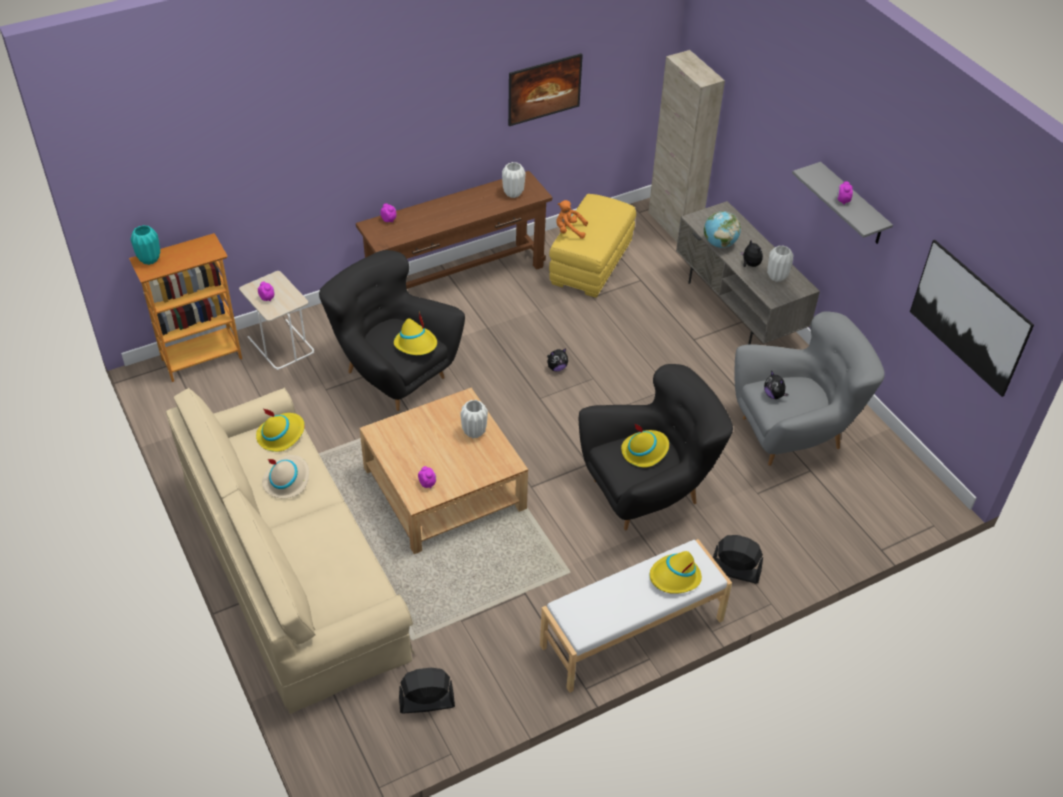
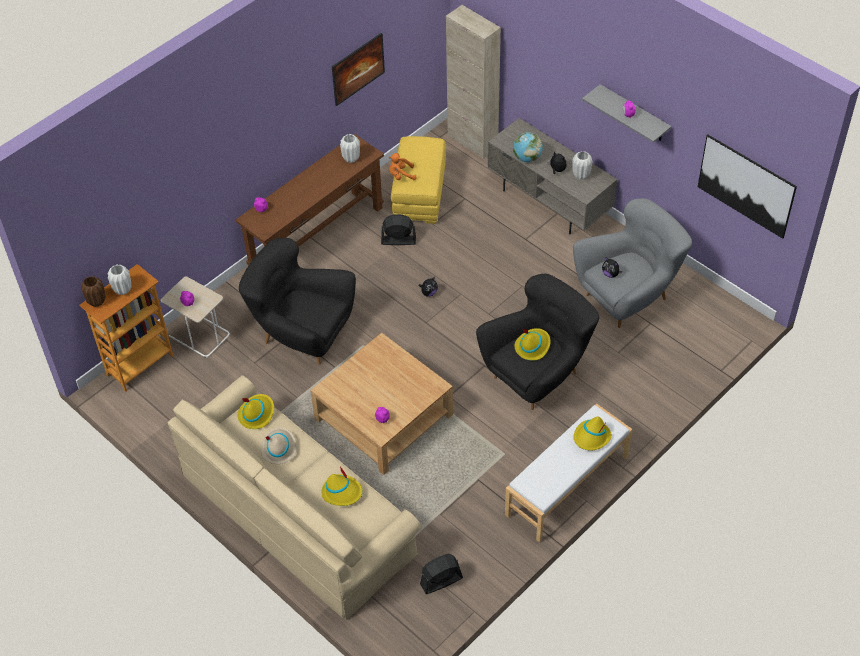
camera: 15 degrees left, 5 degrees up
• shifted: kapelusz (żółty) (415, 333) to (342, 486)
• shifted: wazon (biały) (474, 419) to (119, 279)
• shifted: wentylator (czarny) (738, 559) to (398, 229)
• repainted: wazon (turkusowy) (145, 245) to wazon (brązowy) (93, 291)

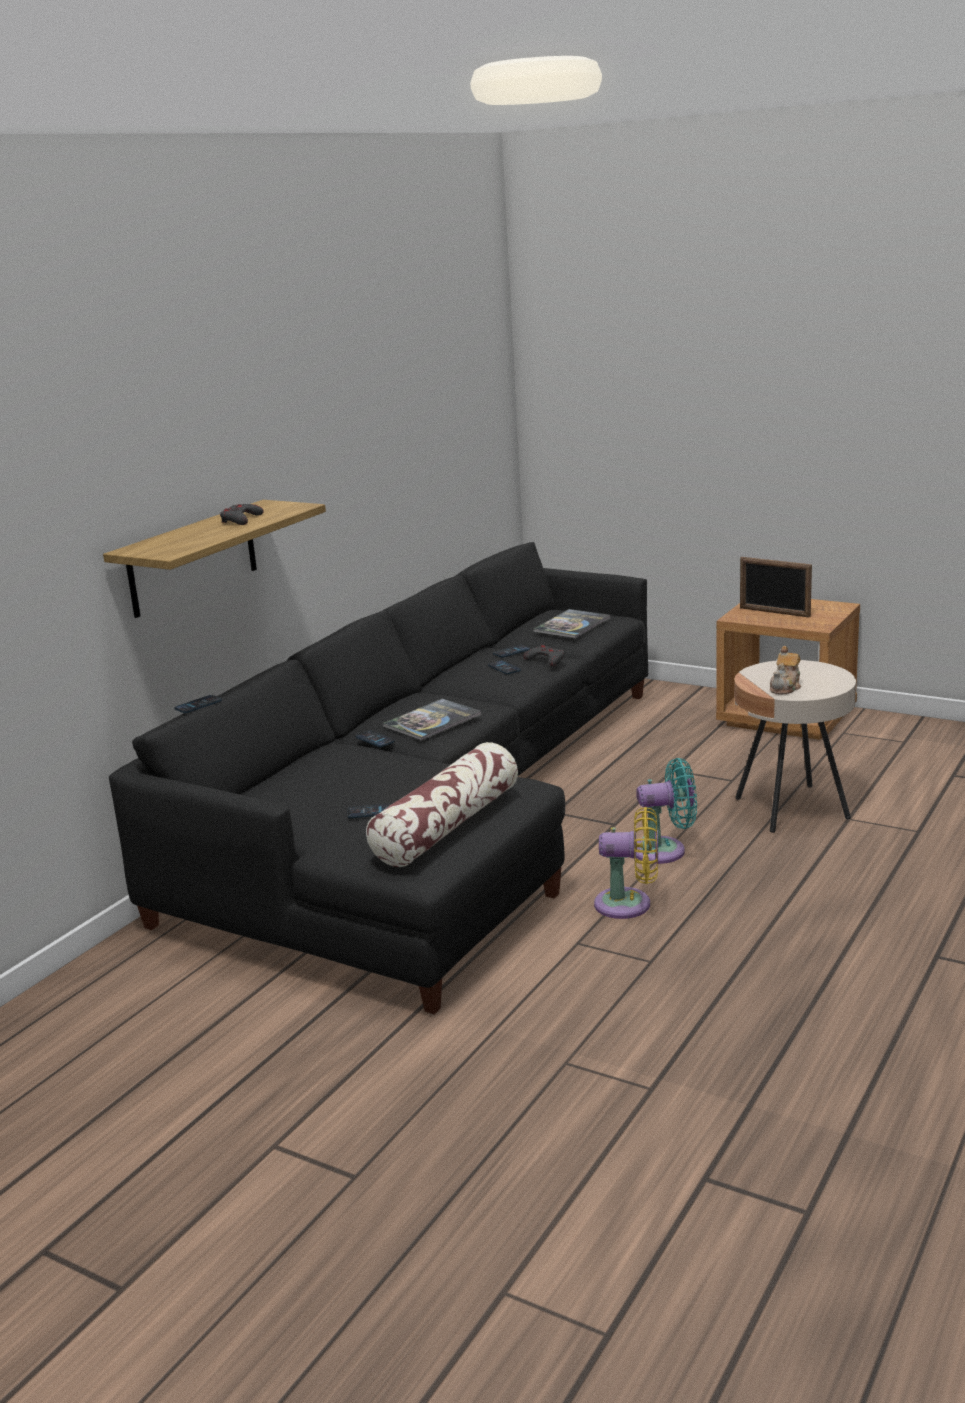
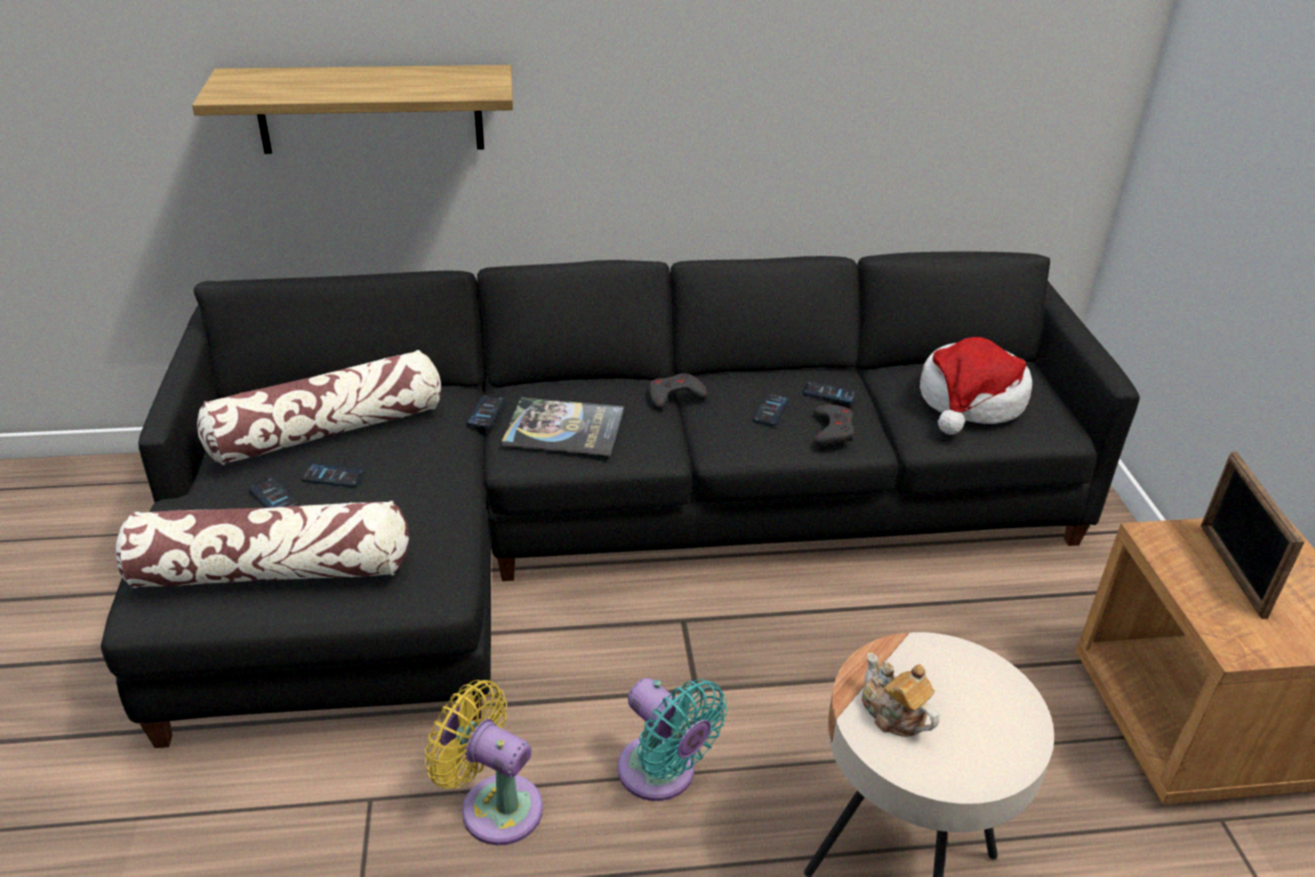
camera: 50 degrees right, 15 degrees up
• new: poduszka (319, 407)
• shifted: telefon (198, 704) to (333, 475)
• shifted: pad do gier (szary) (241, 514) to (678, 391)
• swapped: książka (571, 624) to kapelusz (976, 386)
• rotated: wentylator (żółty) (626, 863) = (484, 762) 150 degrees clockwise
• rotated: imbryk (785, 670) = (900, 695) 60 degrees clockwise

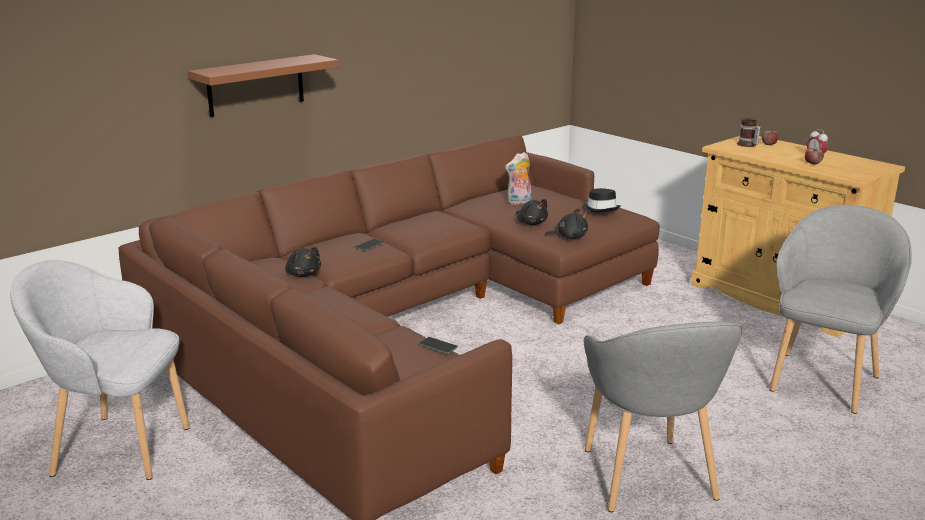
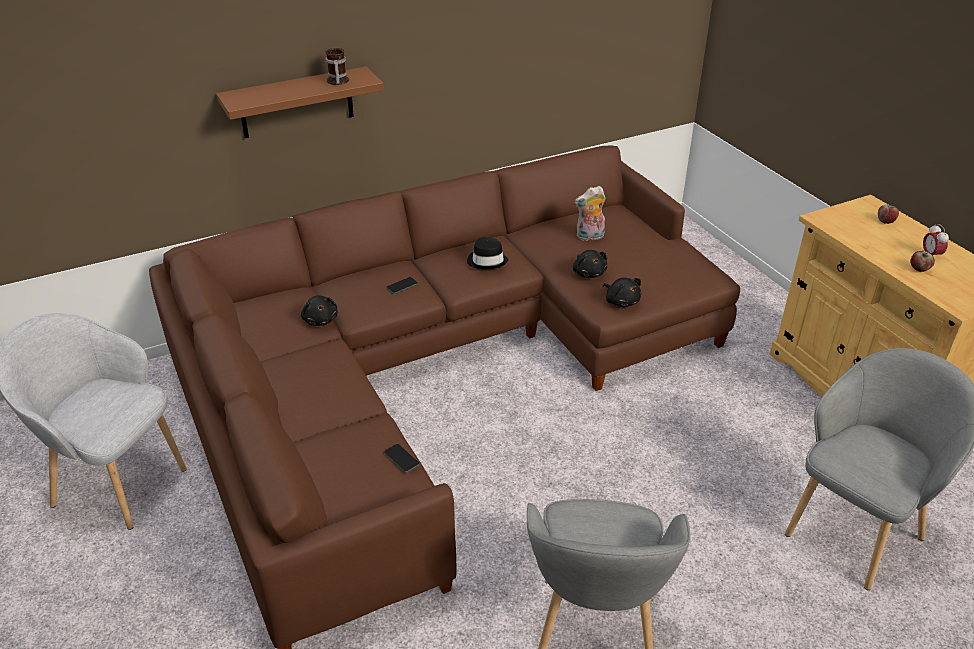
camera: 15 degrees right, 15 degrees up
• shifted: kapelusz (czarny) (601, 200) to (487, 253)
• shifted: kubek (748, 132) to (337, 66)
• rotated: pluszak (czarny) (566, 224) = (622, 292) 45 degrees clockwise

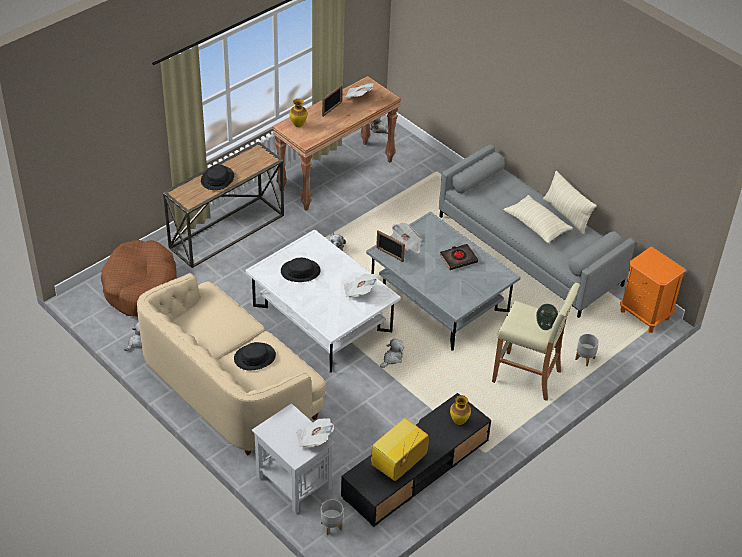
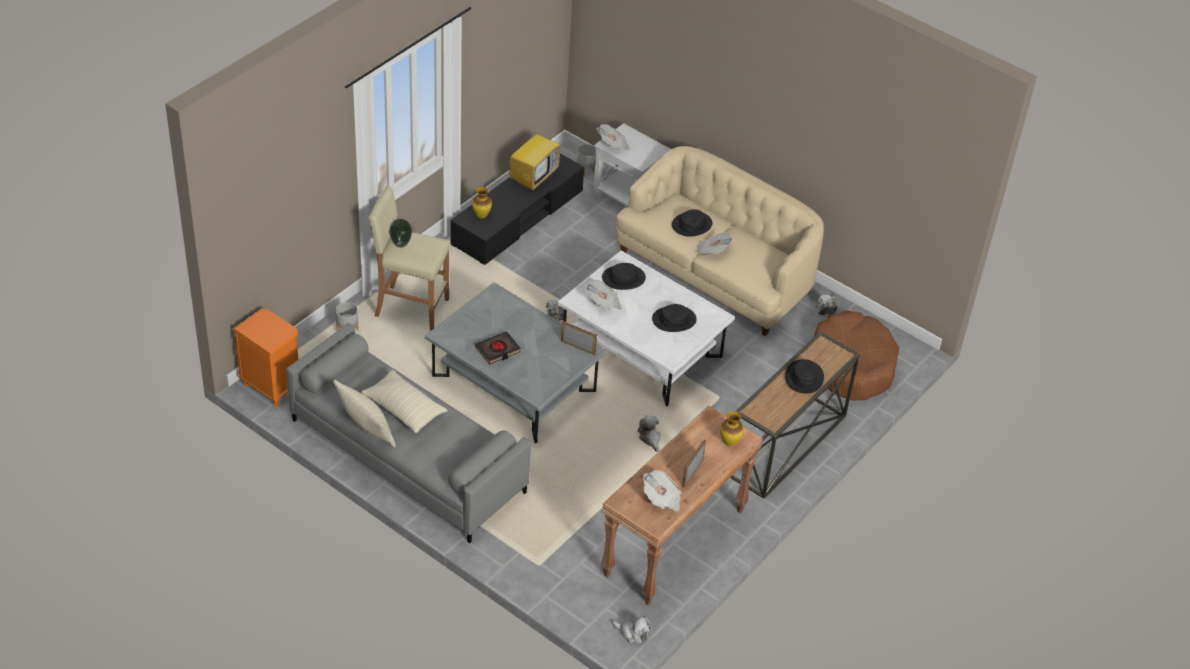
camera: 170 degrees right, 0 degrees up
• new: kapelusz (czarny) (624, 276)
• shifted: gazeta (407, 238) to (714, 244)

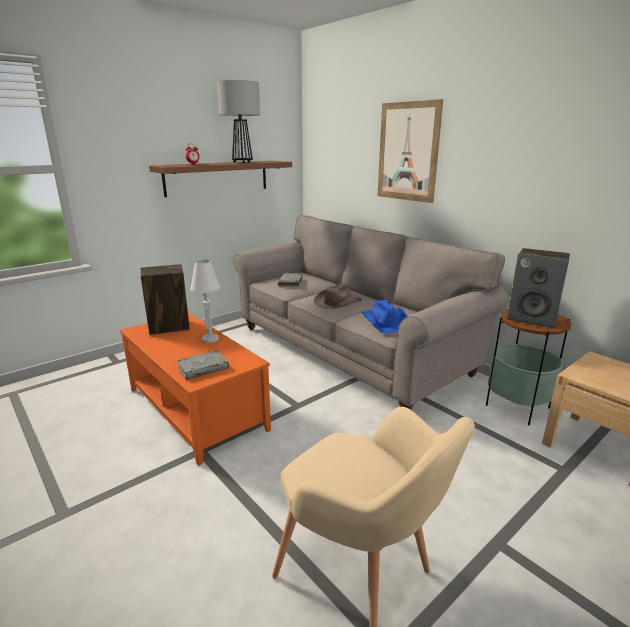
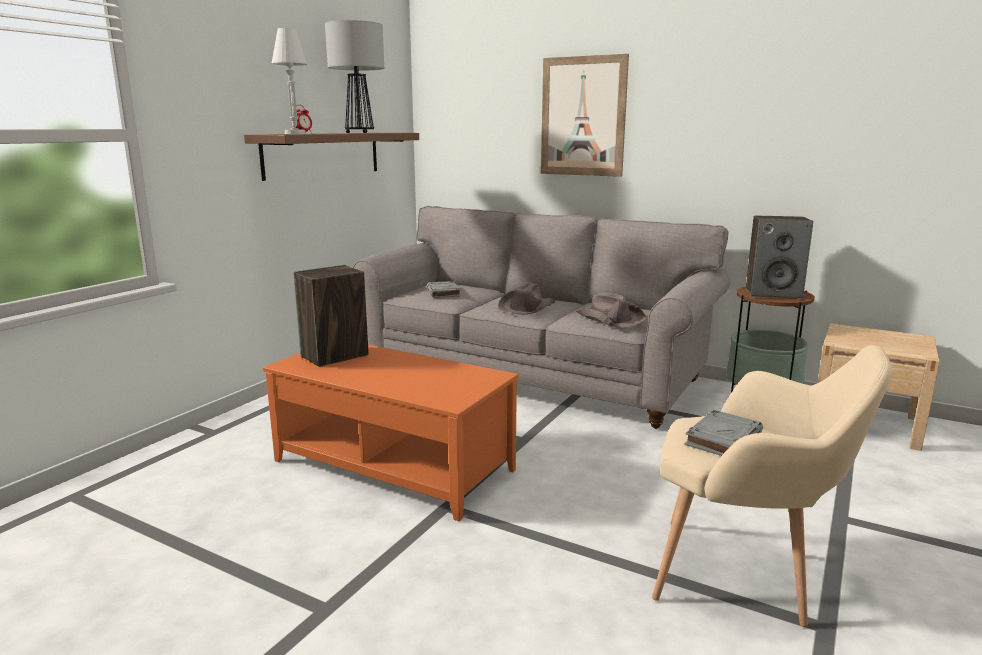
camera: 20 degrees left, 5 degrees down
• shifted: książka (szary) (203, 365) to (723, 433)
• shifted: lampa stołowa (biały) (205, 301) to (289, 81)
• repainted: kapelusz (niebieski) (385, 316) to kapelusz (brązowy) (611, 310)

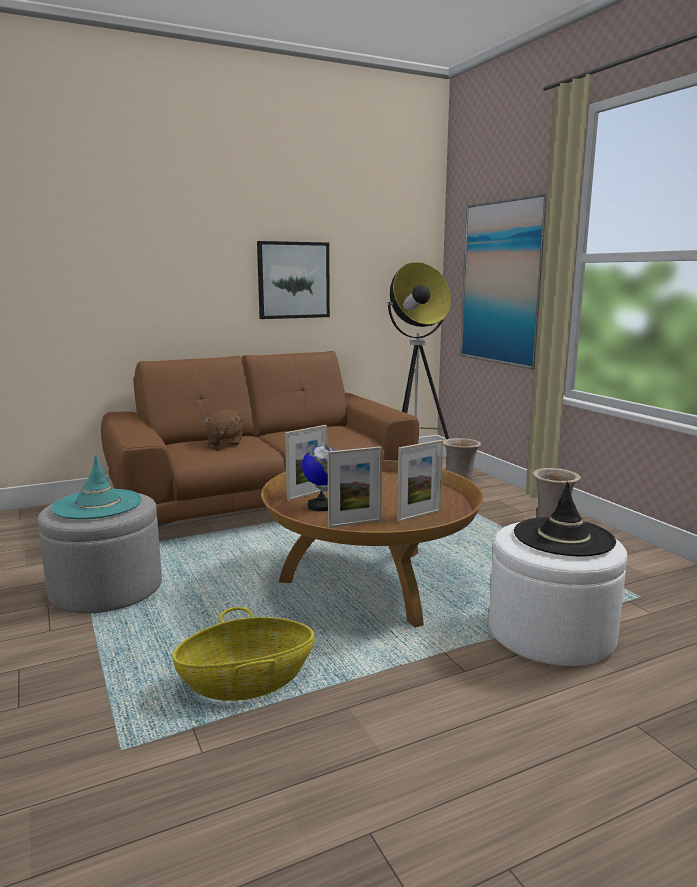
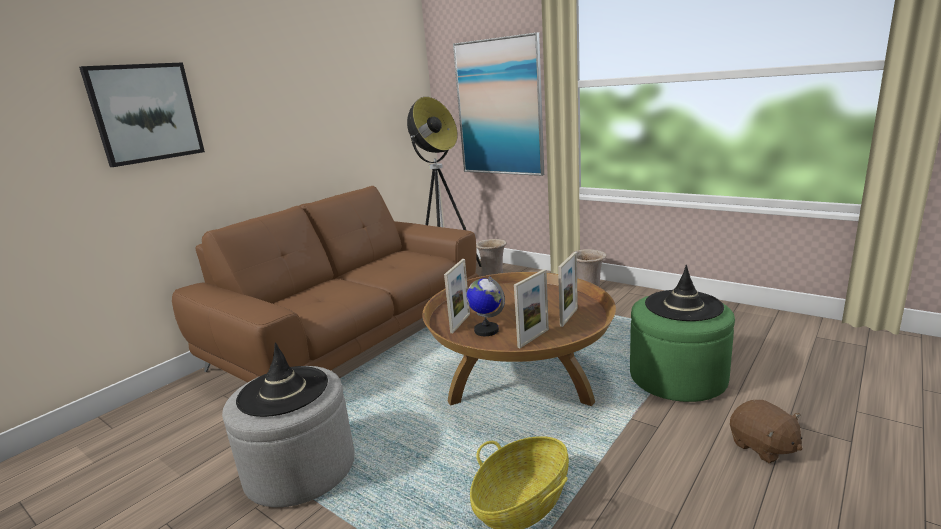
camera: 25 degrees left, 5 degrees up
• shifted: pluszak (brązowy) (223, 427) to (766, 431)
• shifted: obraz (293, 280) to (142, 114)
• repainted: kapelusz (turkusowy) (96, 487) to kapelusz (czarny) (282, 379)
• repainted: pufa (biały) (558, 594) to pufa (zielony) (682, 349)

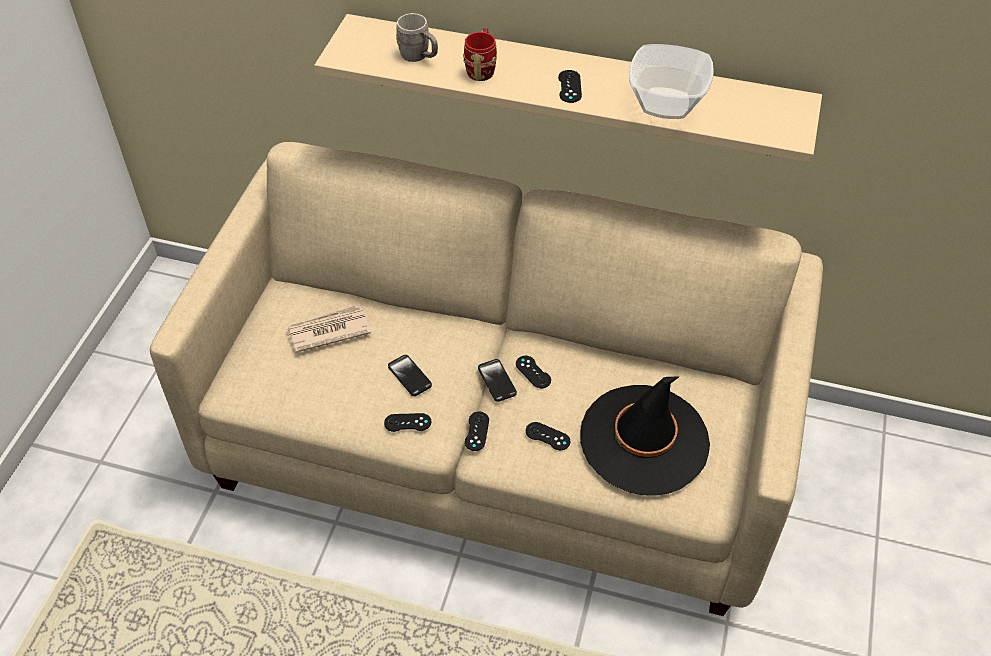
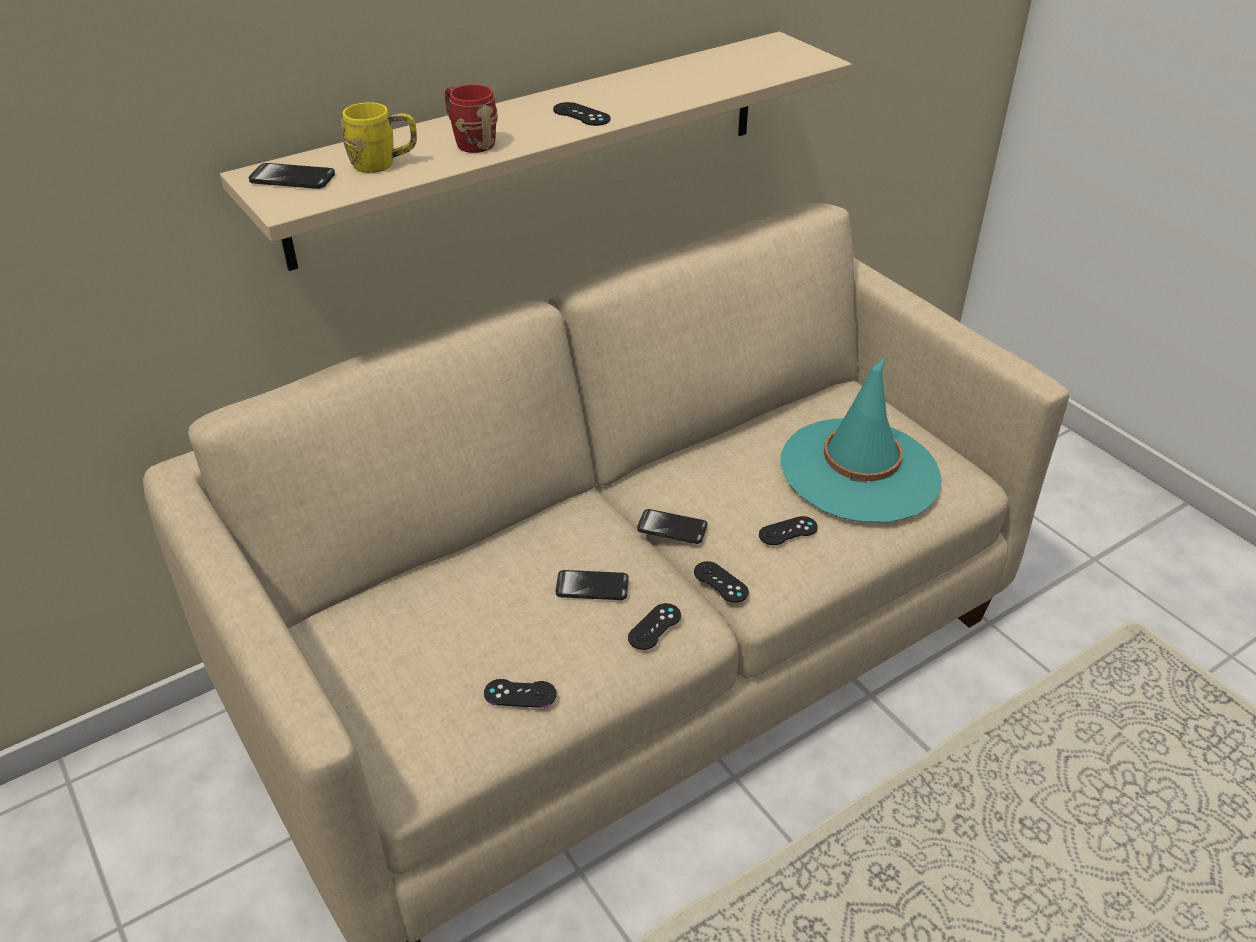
camera: 50 degrees left, 10 degrees down
• gone: gazeta (328, 329)
• gone: miska (671, 81)
• new: telefon (292, 176)
• shifted: pad do gier (czarny) (533, 372) to (520, 693)
• repainted: kubek (szary) (417, 37) to kubek (żółty) (379, 137)
• repainted: kapelusz (czarny) (645, 436) to kapelusz (turkusowy) (861, 439)

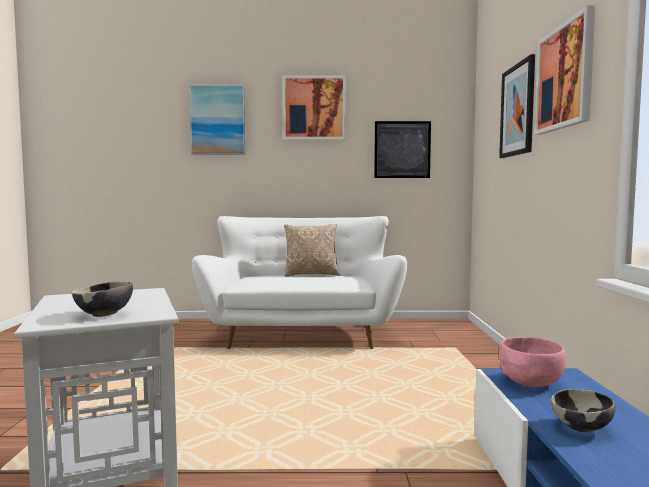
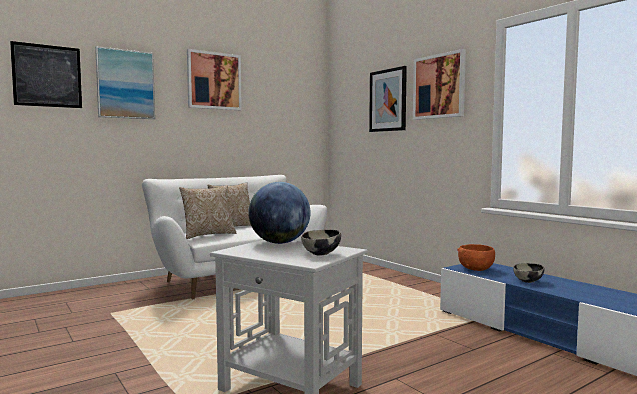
camera: 35 degrees left, 0 degrees up
• new: poduszka (207, 212)
• new: globus (279, 213)
• shifted: obraz (402, 149) to (46, 74)
• repainted: miska (różowy) (532, 362) to miska (pomarańczowy) (476, 257)

